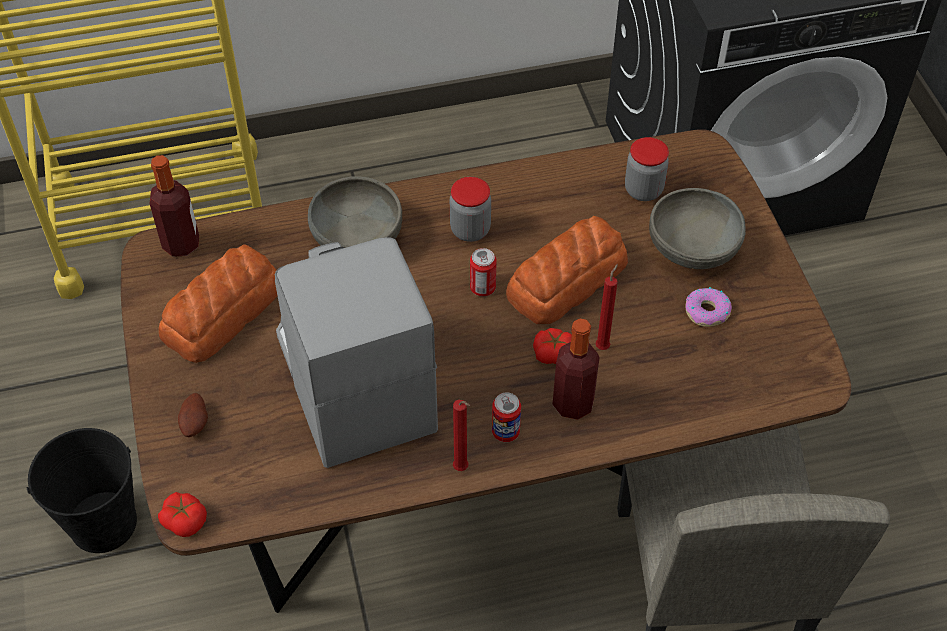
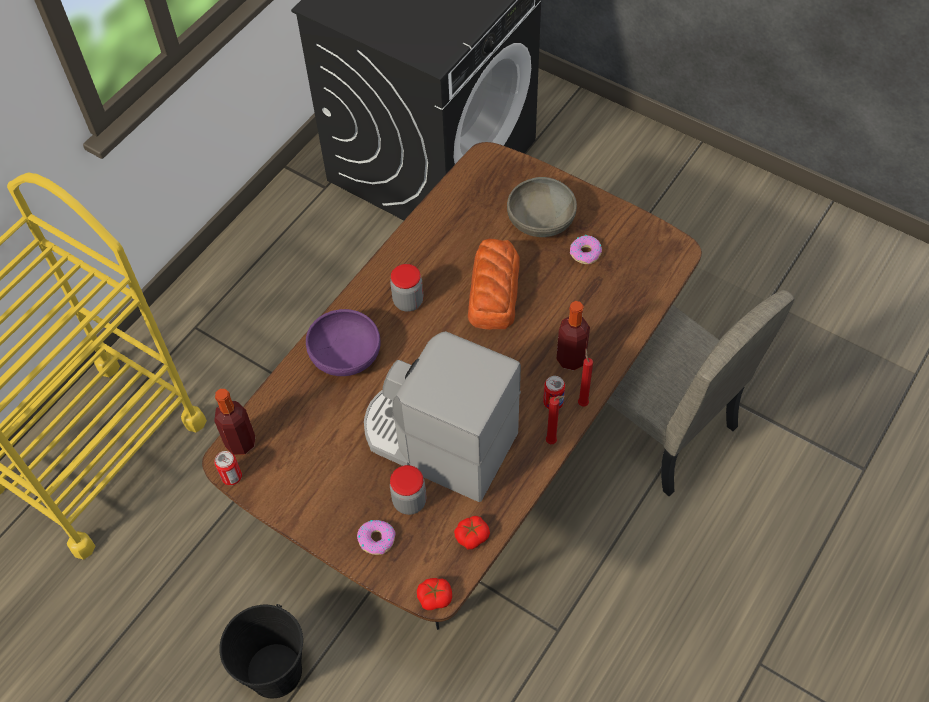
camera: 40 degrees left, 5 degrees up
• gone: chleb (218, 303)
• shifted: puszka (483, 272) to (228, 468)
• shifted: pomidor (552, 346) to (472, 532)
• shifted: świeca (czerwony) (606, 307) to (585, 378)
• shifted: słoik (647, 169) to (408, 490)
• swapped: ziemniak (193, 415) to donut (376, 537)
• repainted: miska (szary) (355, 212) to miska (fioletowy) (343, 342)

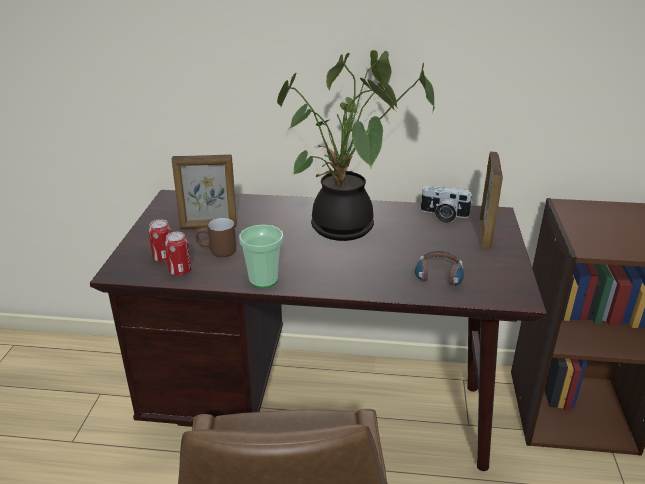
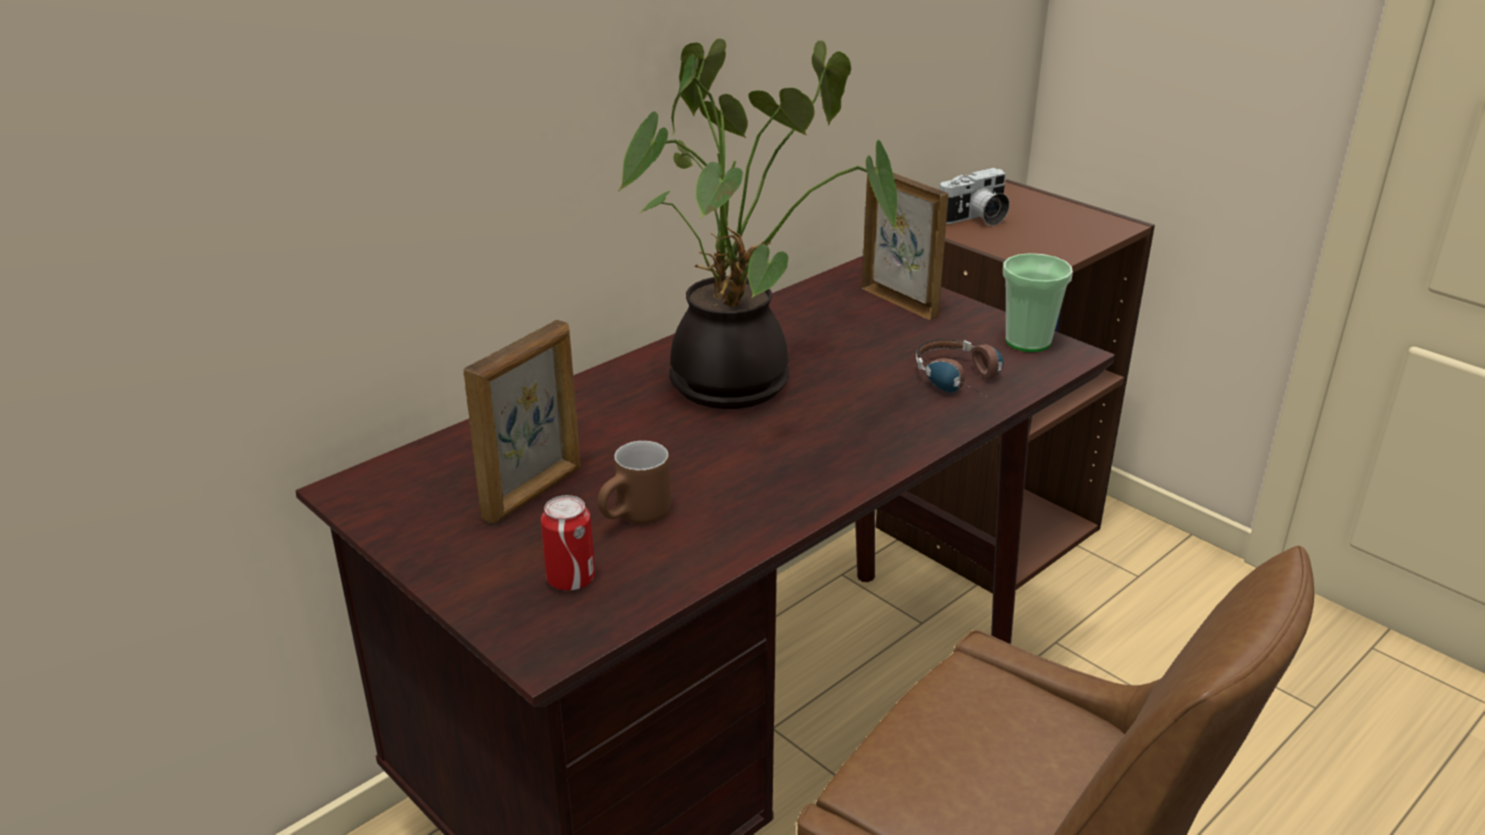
camera: 50 degrees left, 0 degrees up
• gone: puszka (178, 254)
• shifted: filiżanka (261, 256) to (1038, 302)
• shifted: aparat fotograficzny (446, 204) to (975, 197)

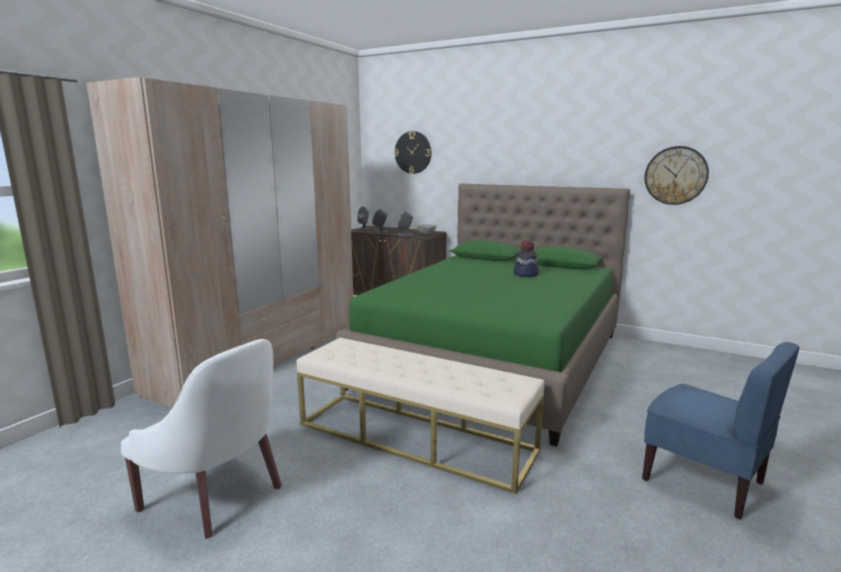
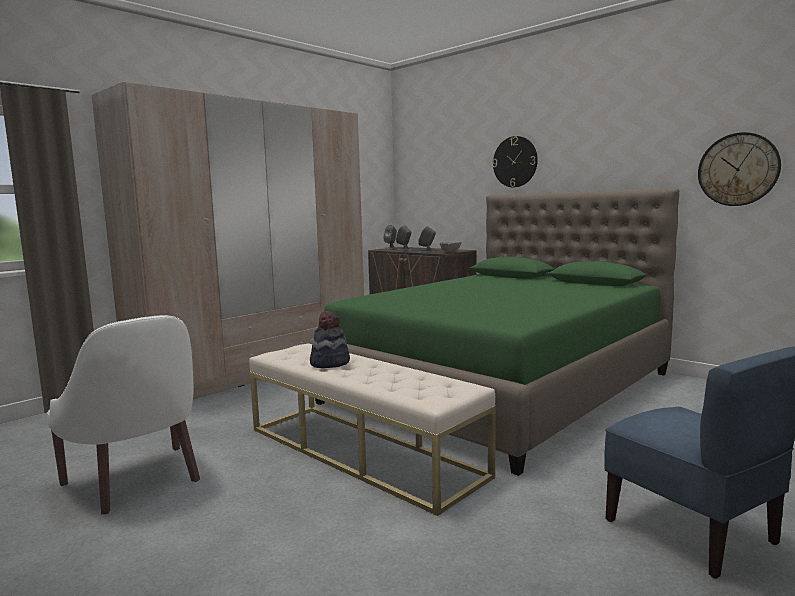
camera: 15 degrees right, 5 degrees down
• shifted: zegar ścienny (412, 152) to (515, 161)
• shifted: kapelusz (526, 258) to (330, 339)

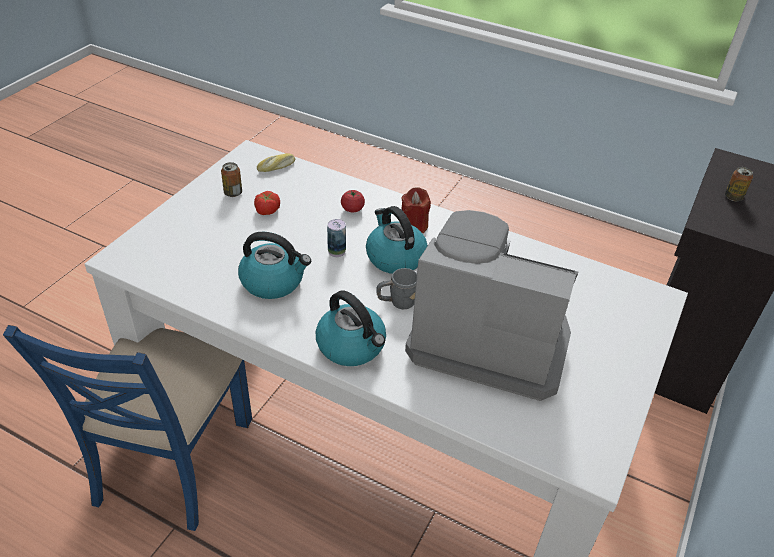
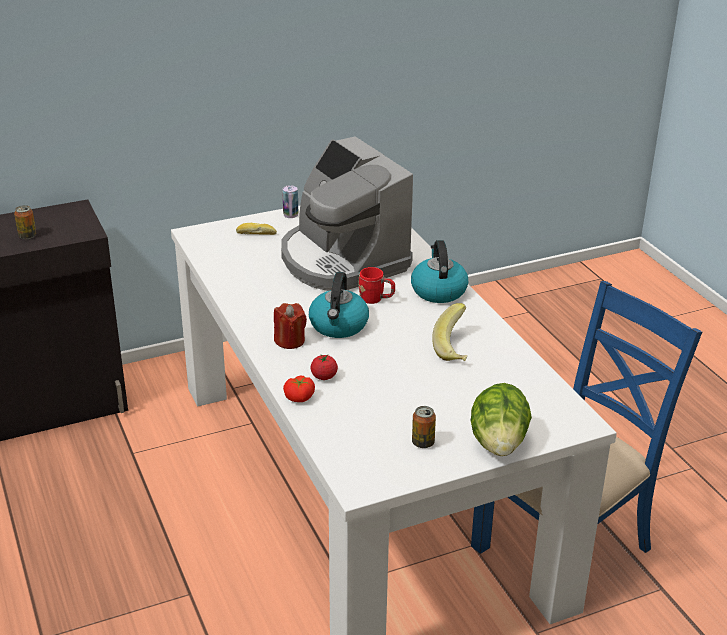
camera: 140 degrees left, 10 degrees down
• new: sałata (501, 419)
• shifted: pomidor (267, 203) to (299, 388)
• shifted: chleb (276, 162) to (256, 229)
• shifted: puszka (336, 238) to (290, 201)
• swapped: czajnik (274, 265) to banan (450, 332)
• repainted: kubek (szary) (396, 288) to kubek (czerwony) (376, 285)

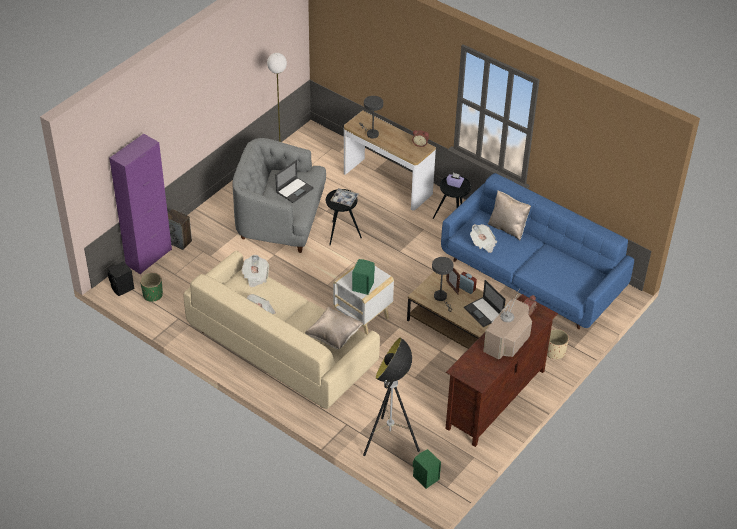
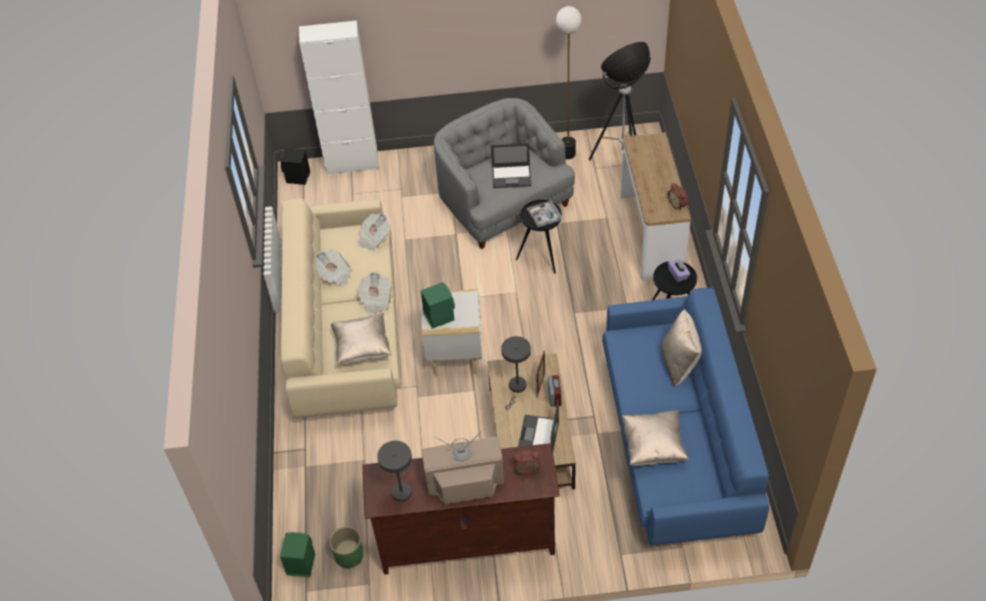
camera: 50 degrees right, 5 degrees up
• gone: głośnik (180, 229)
• gone: donica (beżowy) (558, 344)
• new: poduszka (beżowy) (655, 438)
• shifted: donica (zielony) (151, 287) to (346, 547)
• shifted: lampa stołowa (szary) (371, 117) to (394, 471)
• shifted: lampa stojąca (391, 397) to (620, 101)
• shifted: gazeta (483, 238) to (375, 293)
• repainted: szafka (fioletowy) (140, 204) to szafka (biały) (339, 98)

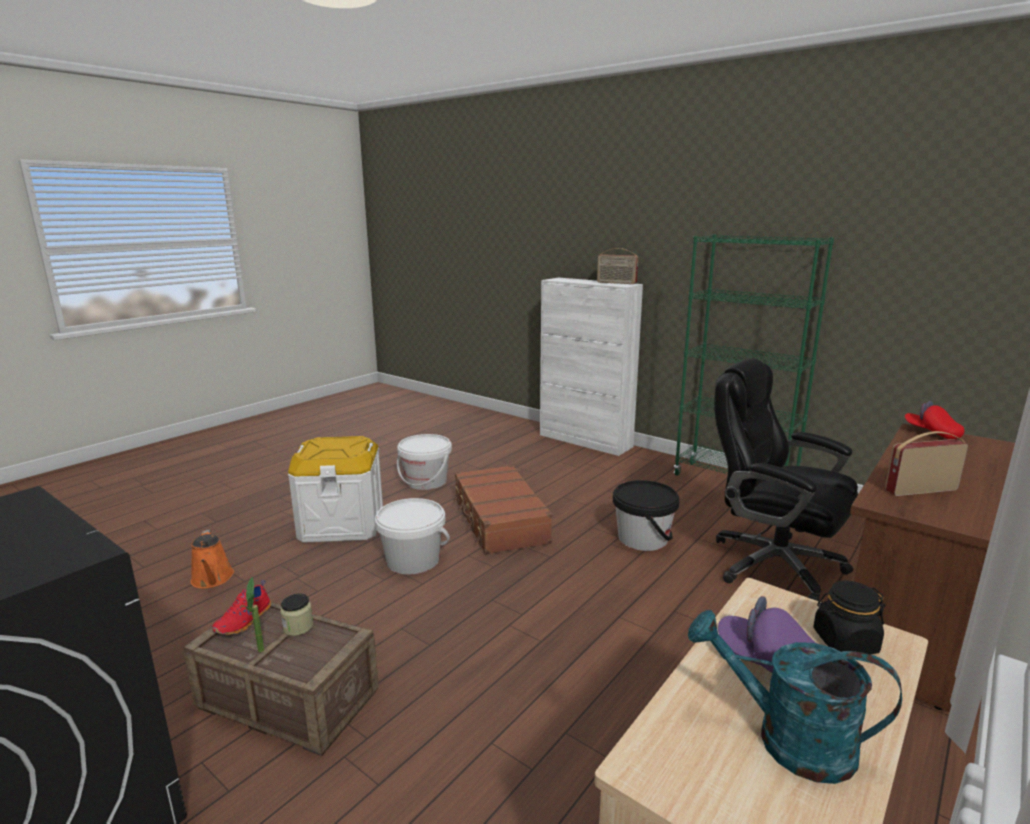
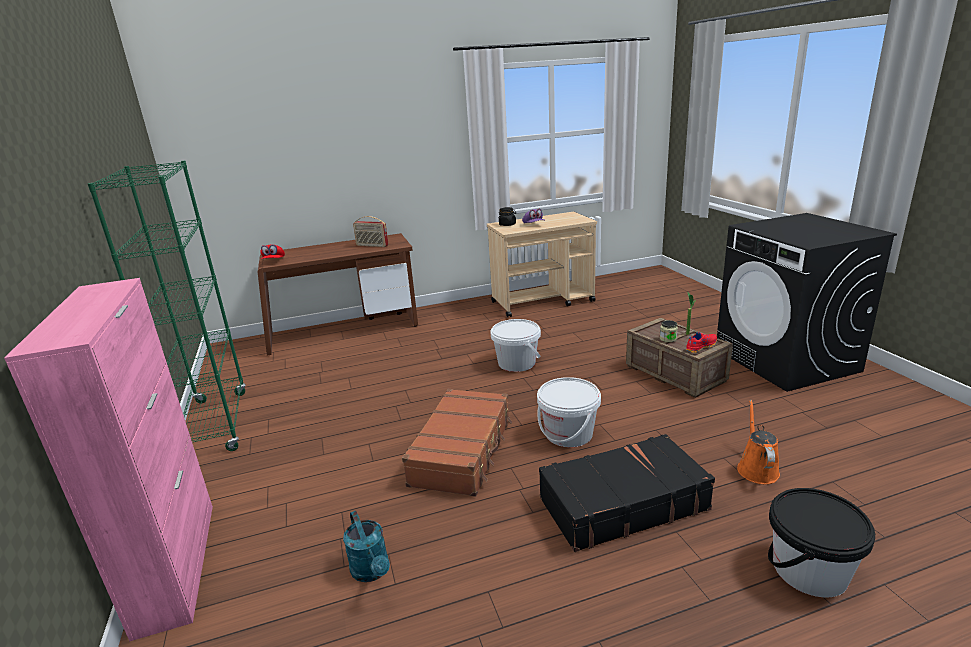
camera: 145 degrees left, 5 degrees up
• gone: radio (617, 266)
• gone: krzesło biurowe (czarny) (786, 479)
• shifted: wiadro (biały) (424, 462) to (516, 345)
• shifted: wiadro (czarny) (646, 515) to (821, 543)
• shifted: konewka (turkusowy) (795, 697) to (366, 546)
• swapped: pojemnik do przechowywania (biały) (335, 489) to walizka (czarny) (627, 493)
• repainted: szafka (biały) (591, 367) to szafka (różowy) (108, 459)

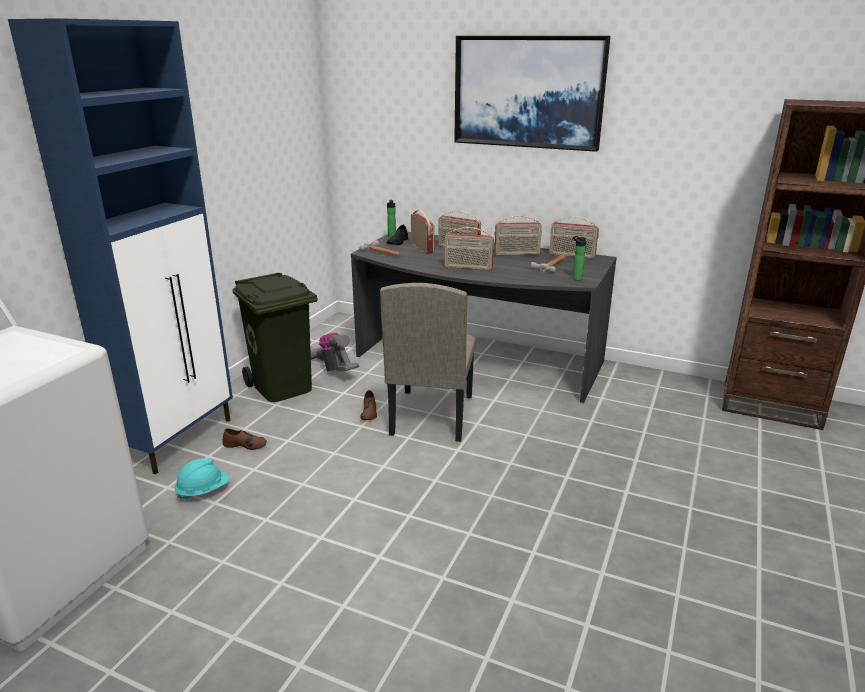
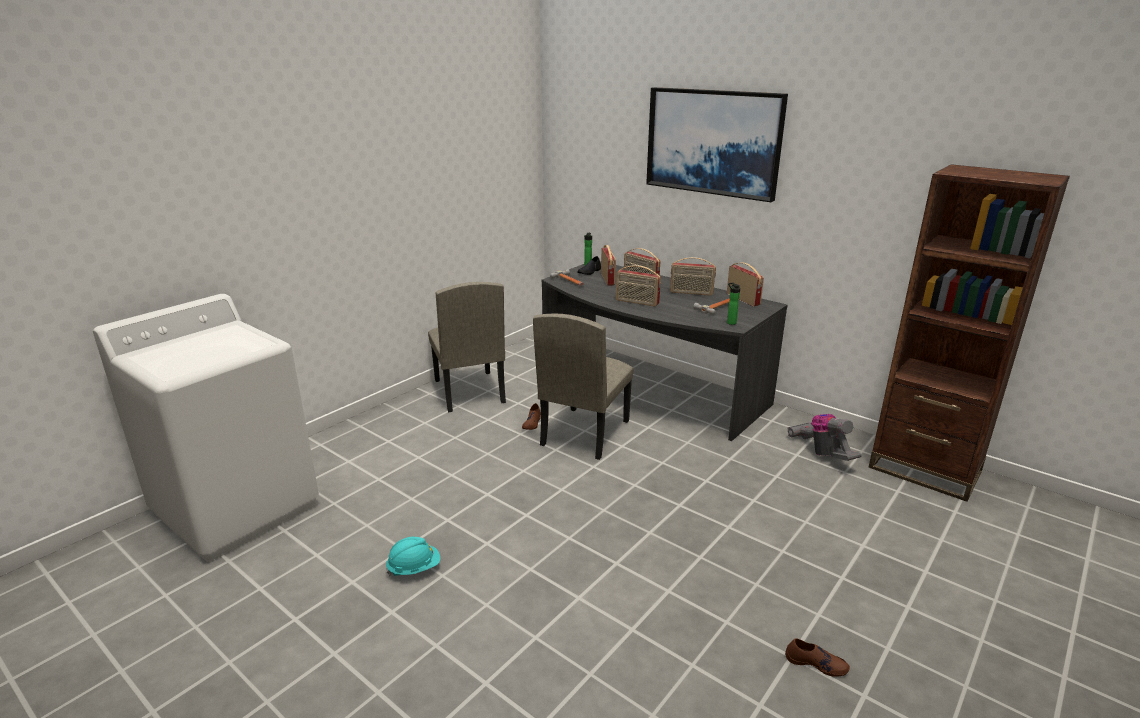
camera: 15 degrees right, 0 degrees up
• gone: szafka (niebieski) (120, 246)
• shifted: kask (turkusowy) (202, 479) to (413, 556)
• shifted: but (brązowy) (244, 439) to (817, 657)
• shifted: odkurzacz (335, 352) to (824, 437)
• swapped: kosz na śmieci (zielony) (275, 337) to krzesło (beżowy) (467, 347)
• rotated: radio (574, 238) = (745, 284) 150 degrees counterclockwise

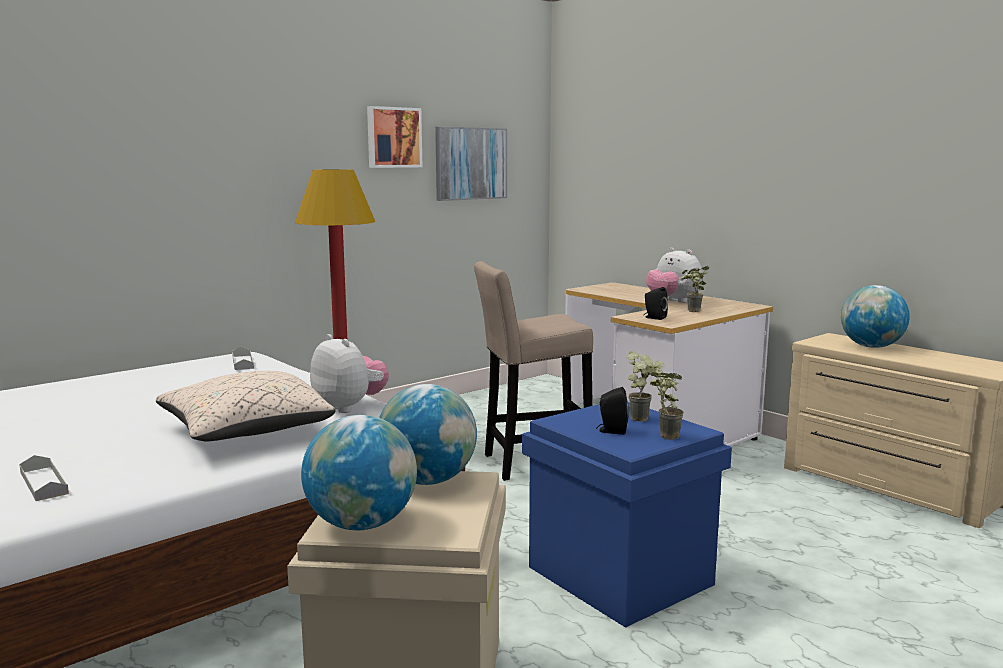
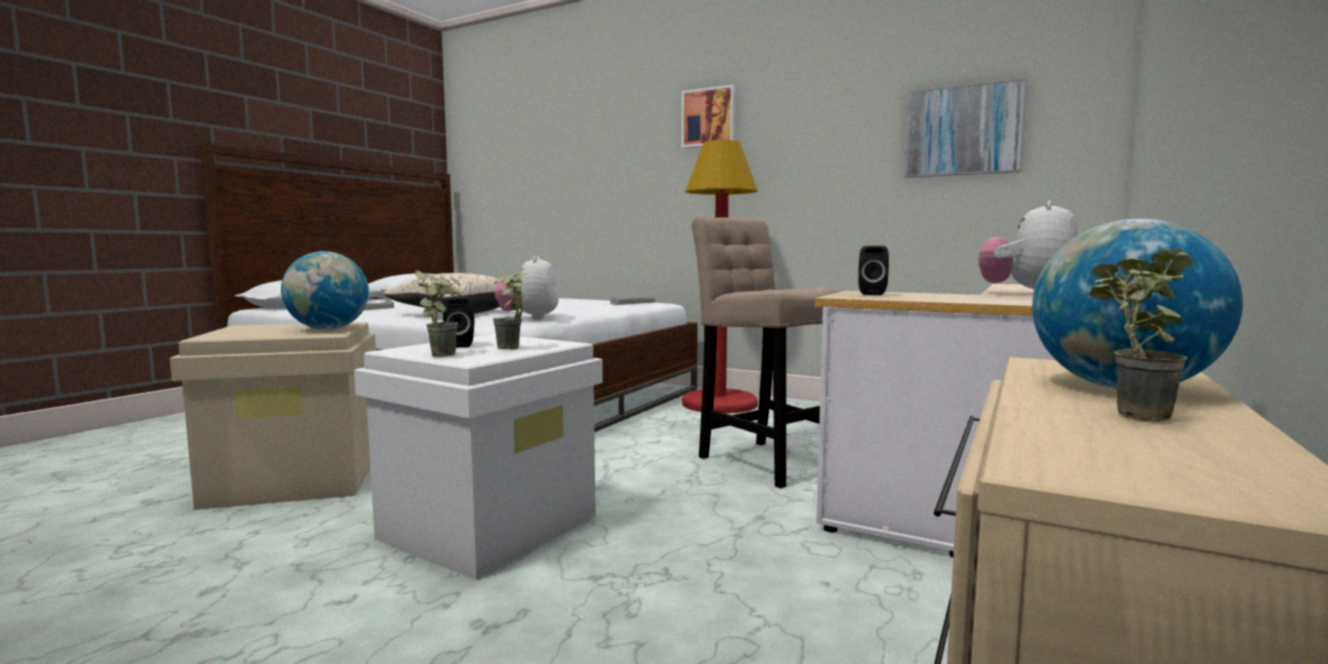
camera: 70 degrees right, 5 degrees down
• gone: globus (359, 472)
• shifted: obraz (394, 137) to (708, 116)
• shifted: roślina doniczkowa (695, 289) to (1141, 335)
• repainted: pojemnik do przechowywania (niebieski) (627, 515) to pojemnik do przechowywania (biały) (478, 457)
• rotated: pluszak (349, 373) = (527, 288) 150 degrees clockwise

